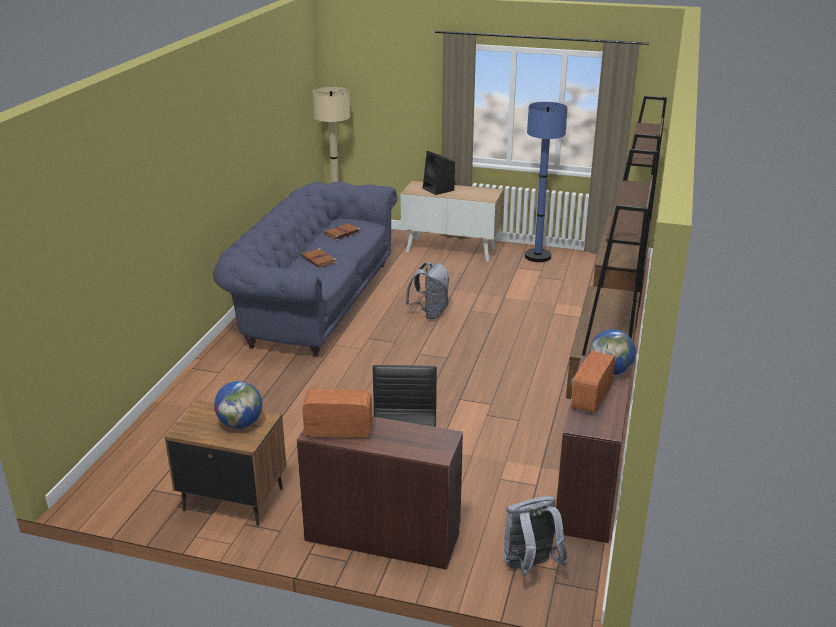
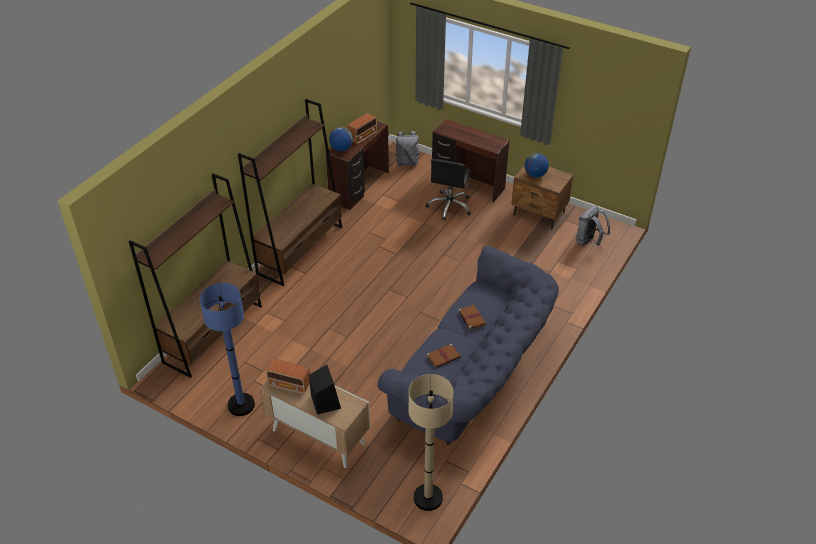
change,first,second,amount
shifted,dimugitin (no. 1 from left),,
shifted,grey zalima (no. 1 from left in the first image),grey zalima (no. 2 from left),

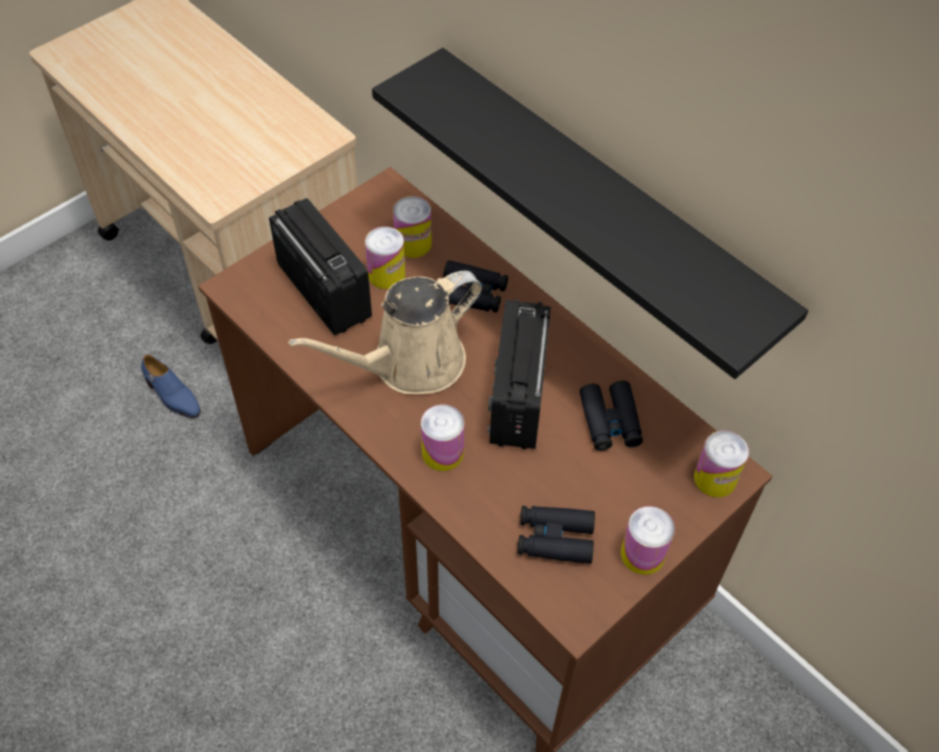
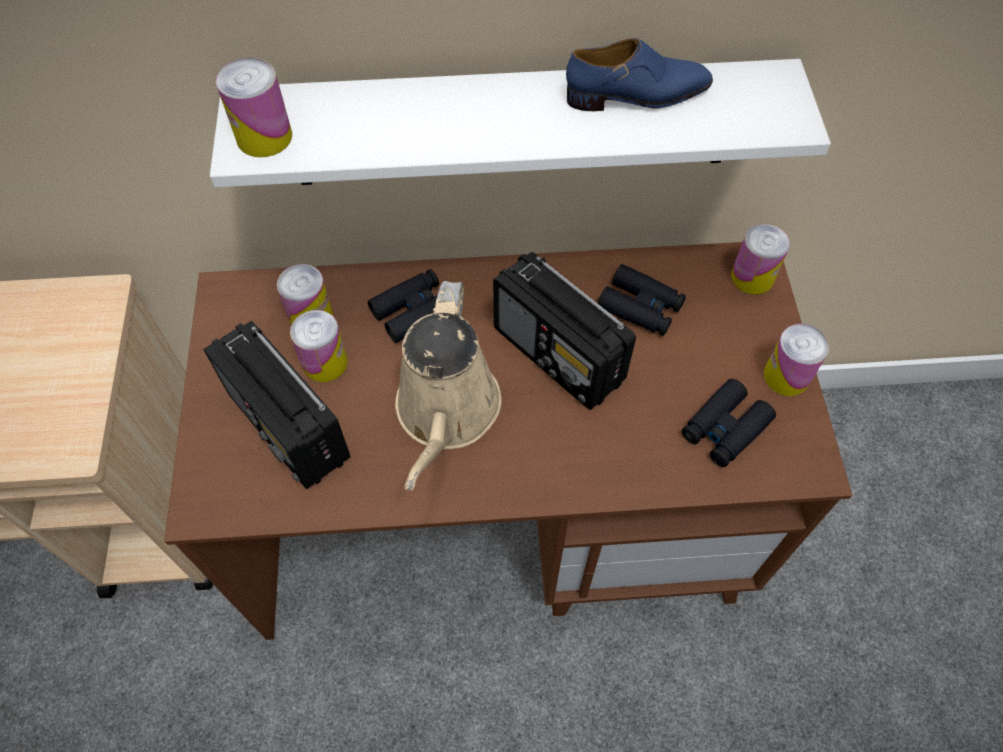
change,first,second,amount
shifted,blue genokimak,,
rotated,dimugitin (no. 1 from left),,135 degrees counterclockwise
repainted,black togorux,white togorux,
shifted,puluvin (no. 3 from left in the first image),puluvin (no. 1 from left),

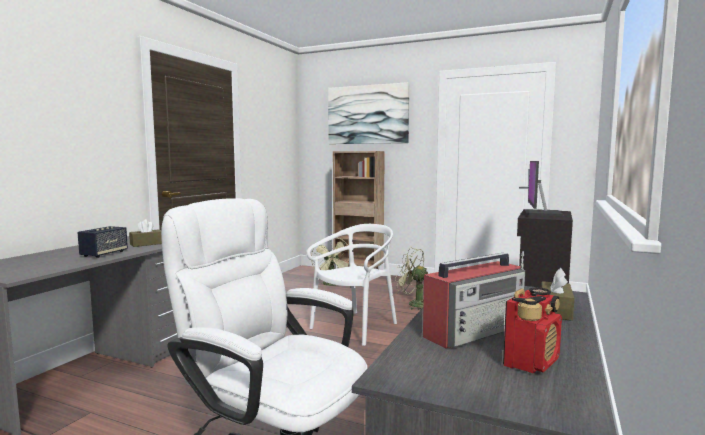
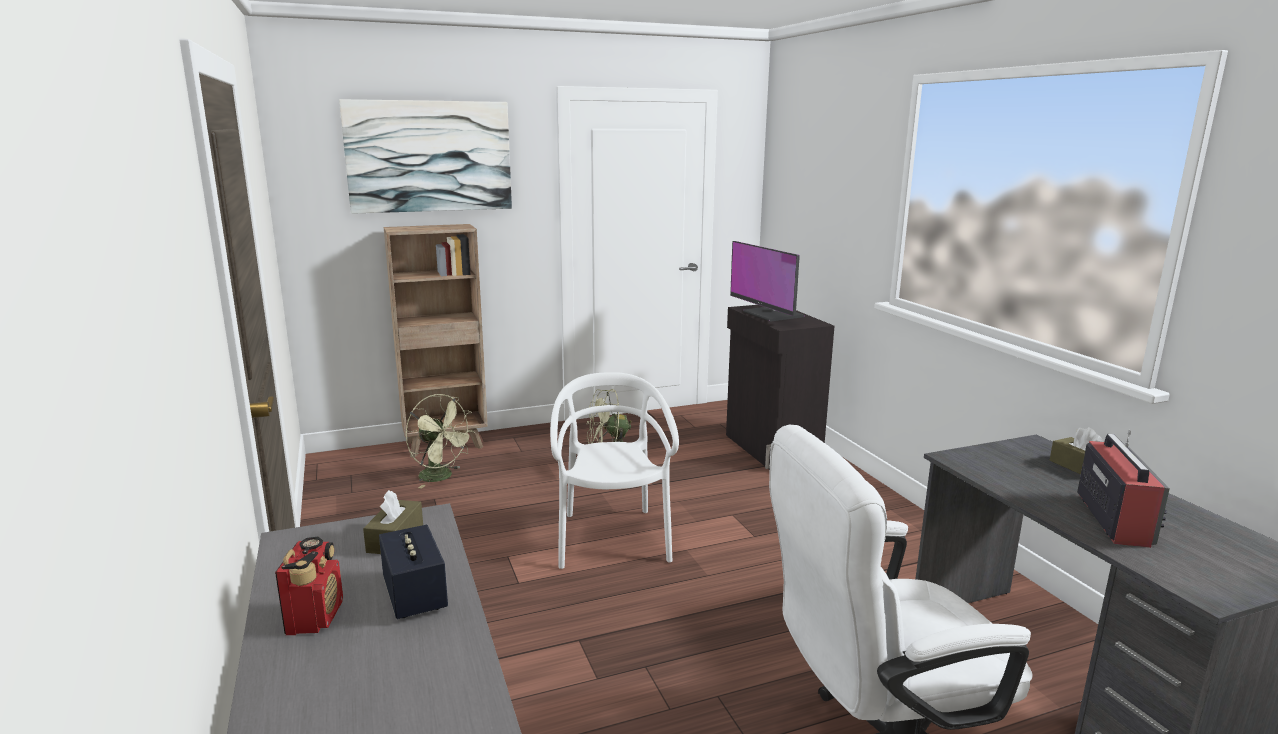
change,first,second,amount
shifted,dimugitin (no. 2 from left in the first image),dimugitin (no. 1 from left),

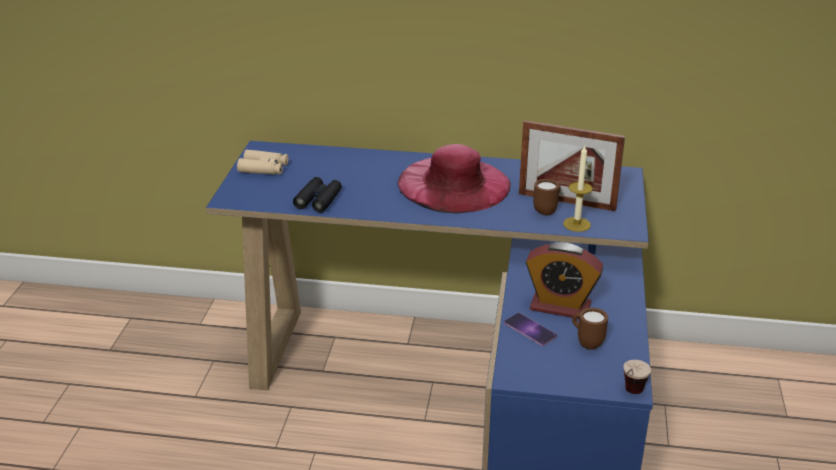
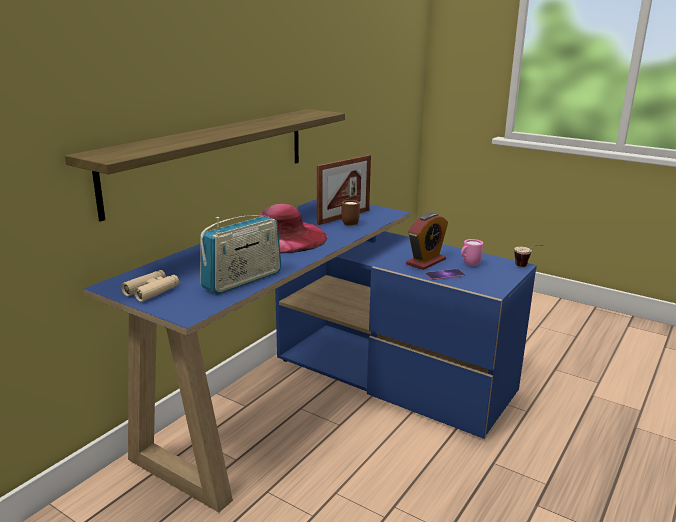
change,first,second,amount
swapped,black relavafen,dimugitin,
gone,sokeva,,
repainted,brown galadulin (no. 2 from left),pink galadulin,
new,,togorux,

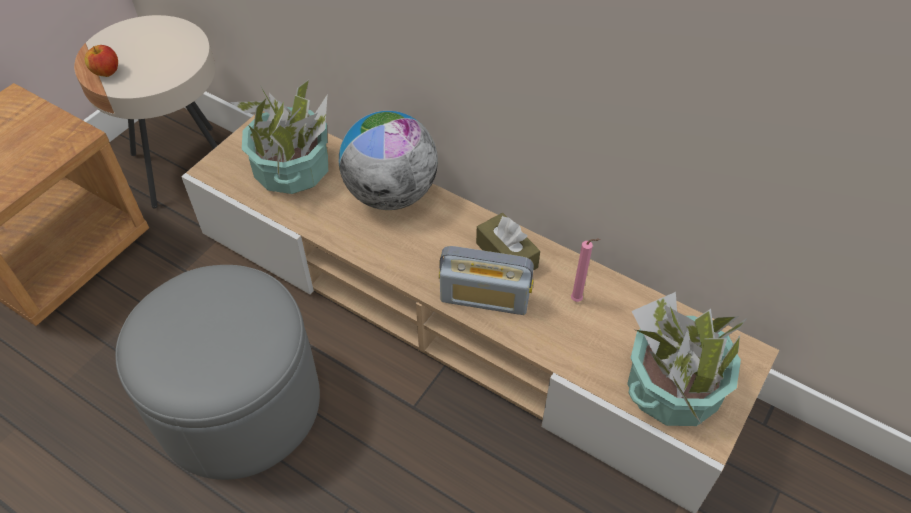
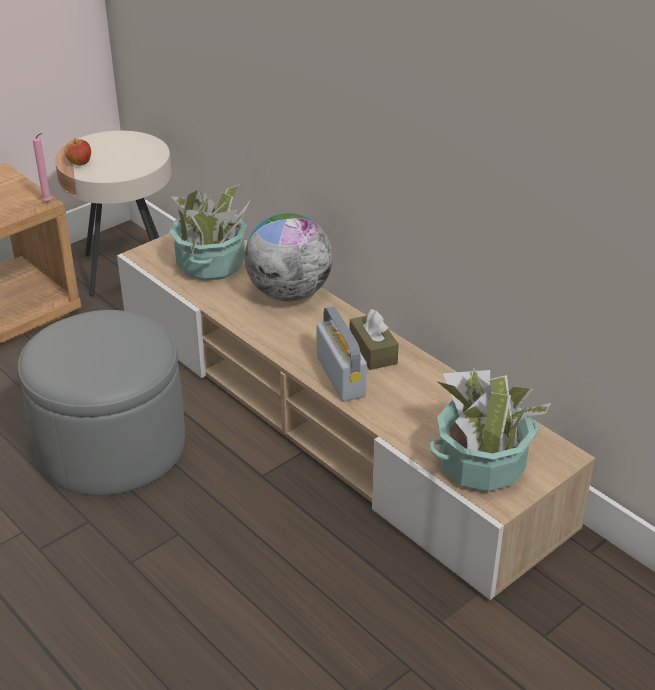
change,first,second,amount
rotated,dimugitin,,135 degrees counterclockwise
shifted,pink sokeva,,

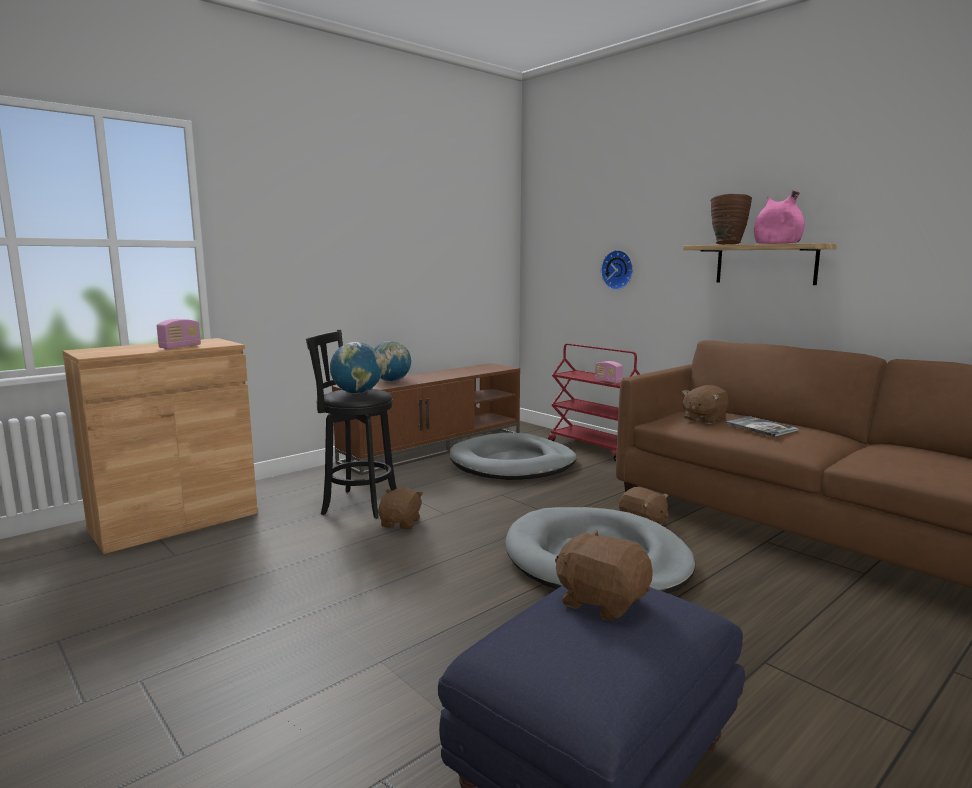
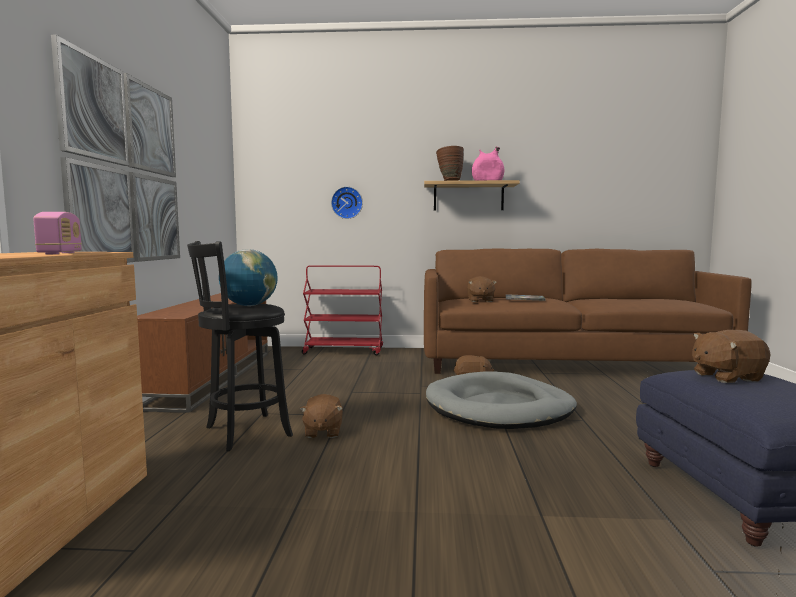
change,first,second,amount
gone,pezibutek (no. 2 from left),,
rotated,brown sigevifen (no. 1 from left),,150 degrees counterclockwise
gone,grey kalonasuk (no. 1 from left),,
gone,dimugitin (no. 2 from left),,
new,,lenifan,

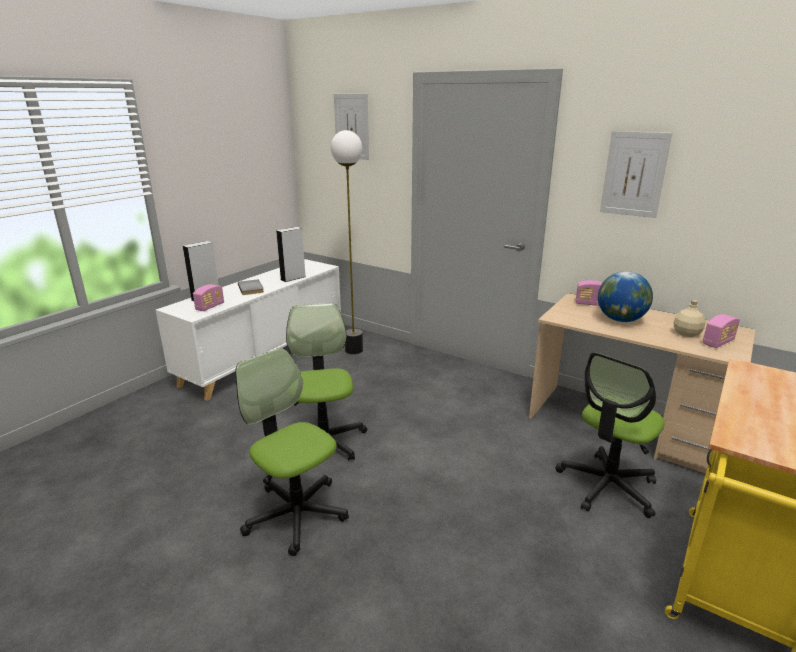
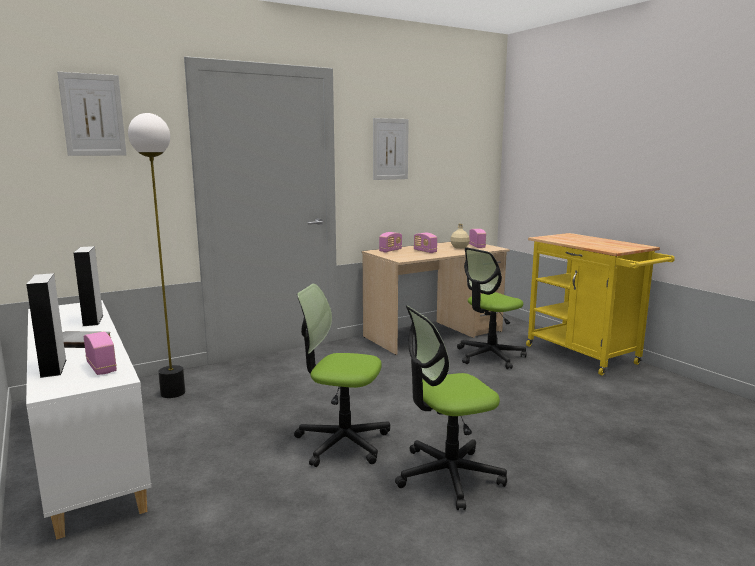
change,first,second,amount
rotated,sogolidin (no. 3 from left),,75 degrees clockwise
swapped,pezibutek,dimugitin (no. 3 from left),

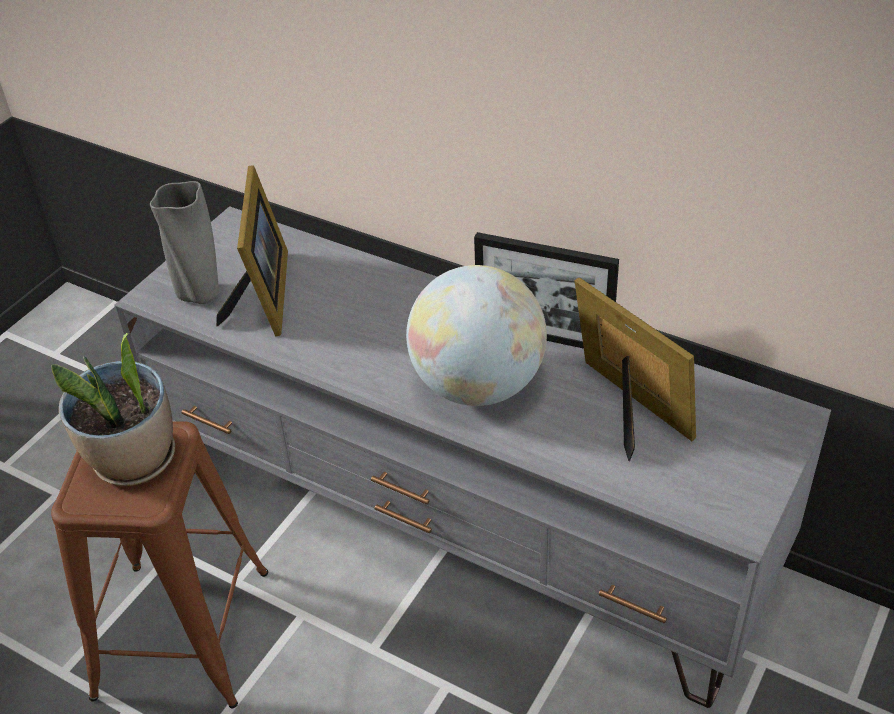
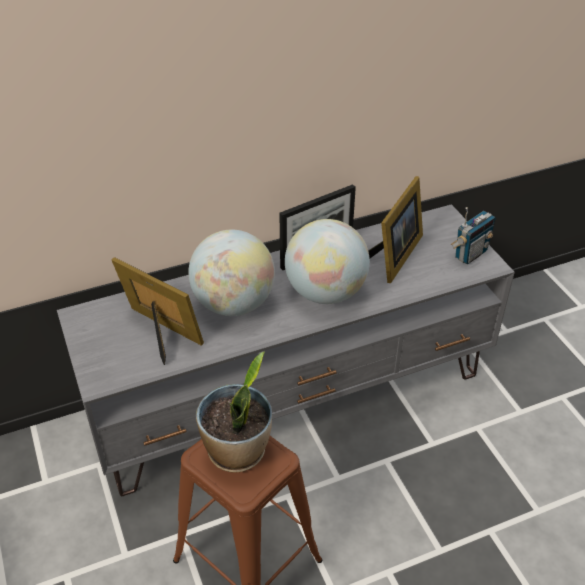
change,first,second,amount
gone,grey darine,,
rotated,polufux (no. 3 from left),,120 degrees clockwise
new,,pezibutek (no. 1 from left),
new,,dimugitin,

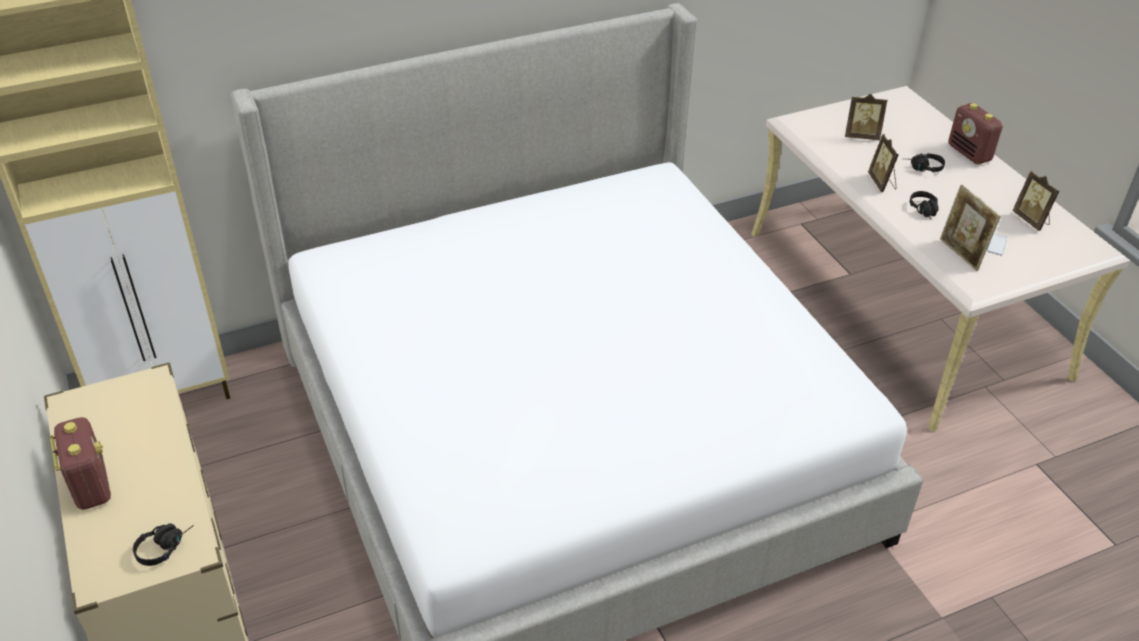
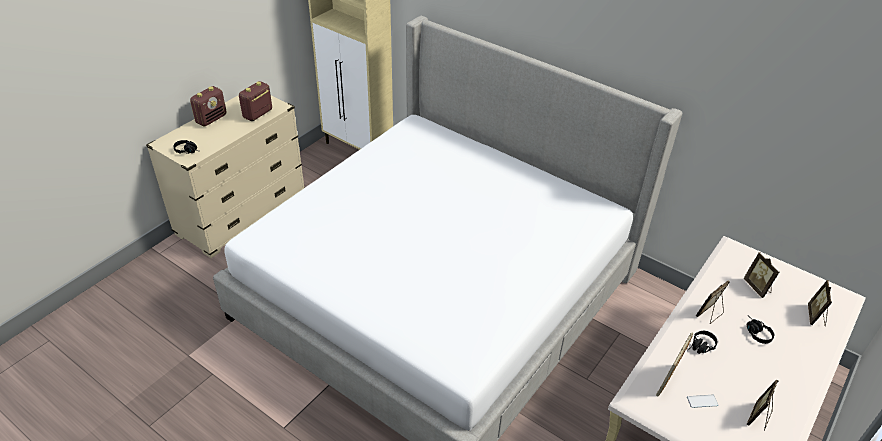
change,first,second,amount
shifted,dimugitin (no. 2 from left),,
new,,polufux (no. 5 from left),

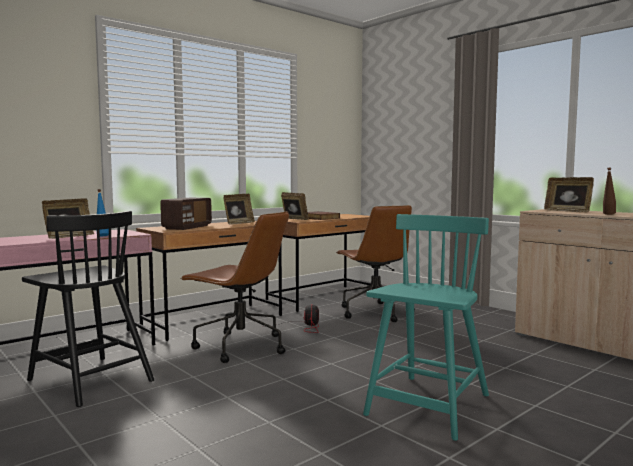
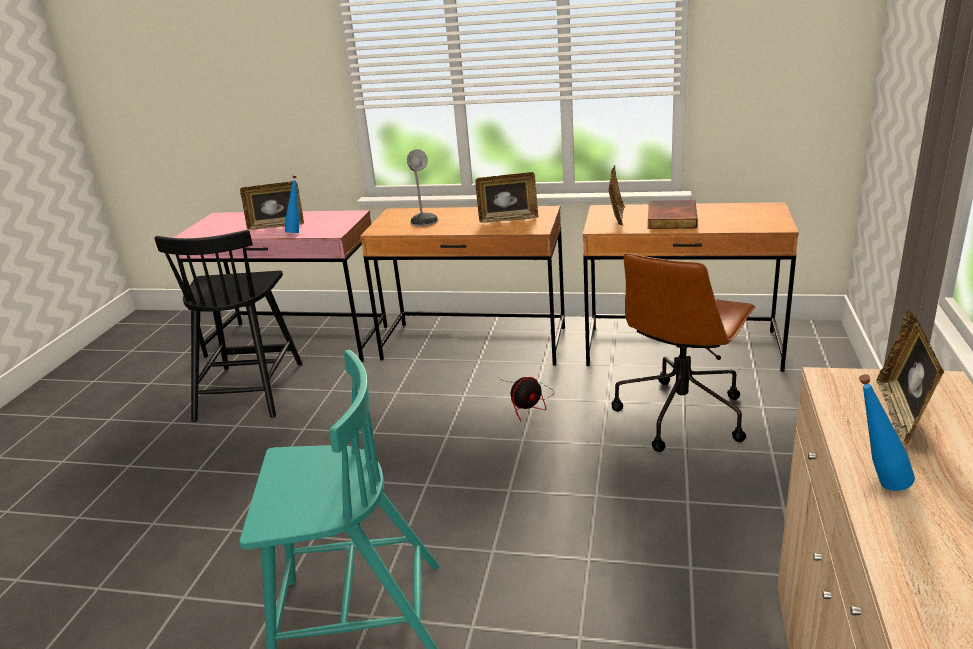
change,first,second,amount
swapped,dimugitin,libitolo,
gone,brown sogolidin (no. 1 from left),,
repainted,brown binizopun,blue binizopun (no. 2 from left),

